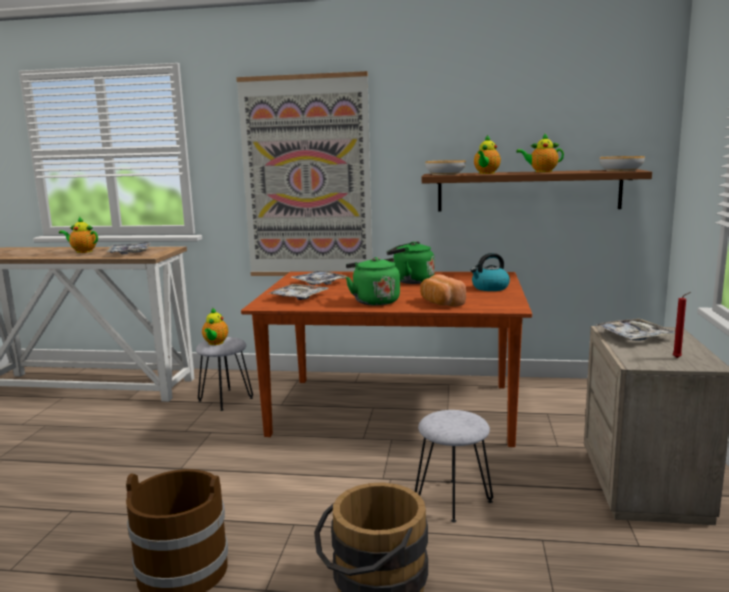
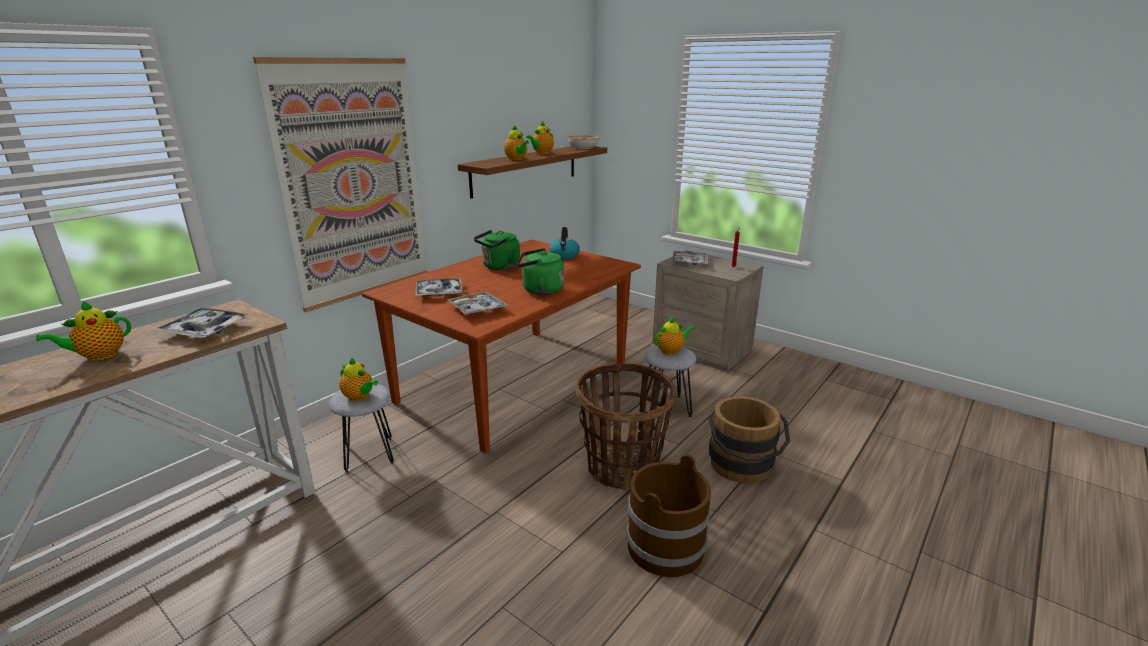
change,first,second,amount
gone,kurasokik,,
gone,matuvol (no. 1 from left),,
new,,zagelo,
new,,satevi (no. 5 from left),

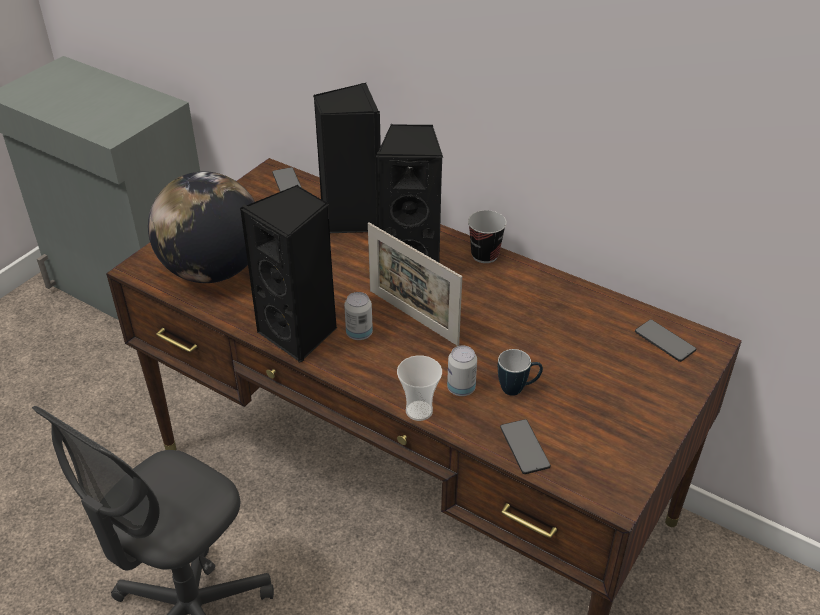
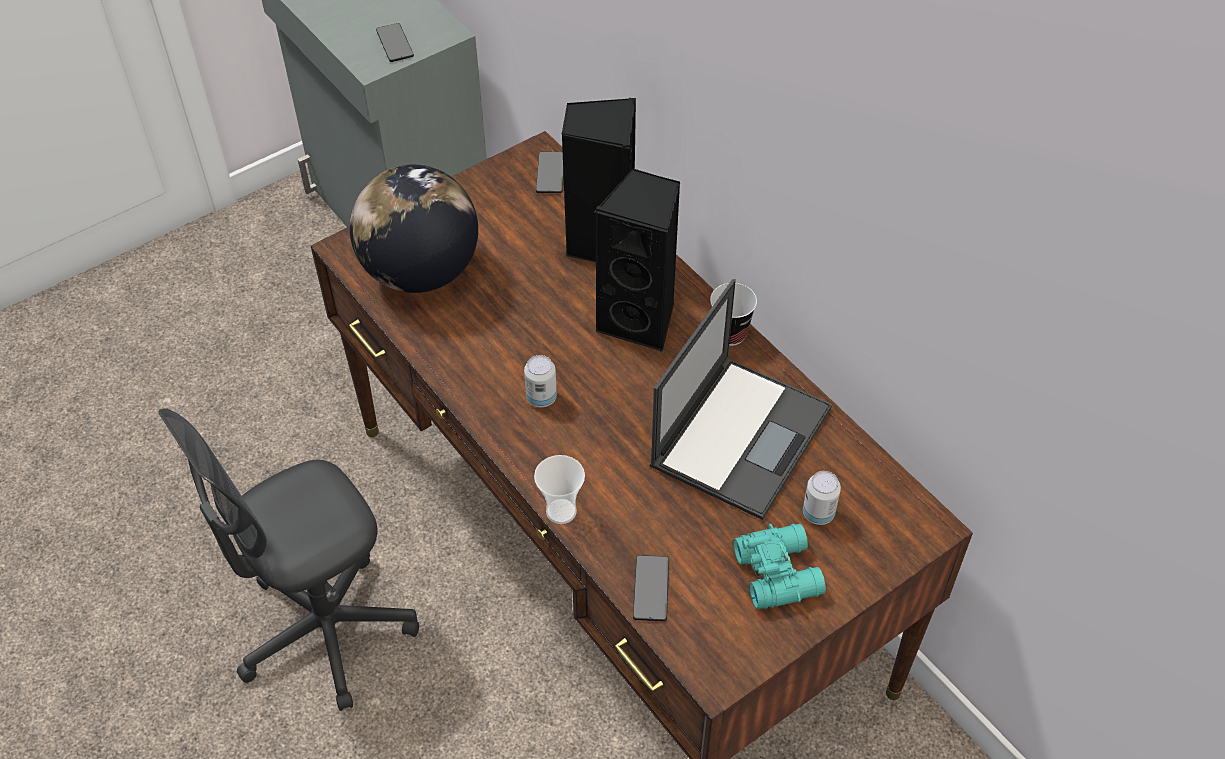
change,first,second,amount
gone,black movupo (no. 1 from left),,
gone,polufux,,
shifted,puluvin (no. 2 from left),,
gone,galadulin,,
shifted,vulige (no. 3 from left in the first image),vulige (no. 1 from left),
new,,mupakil,
new,,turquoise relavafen,

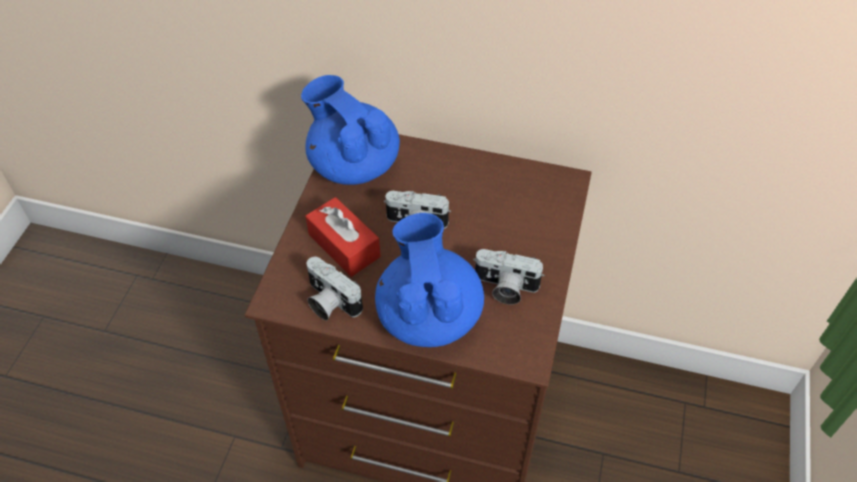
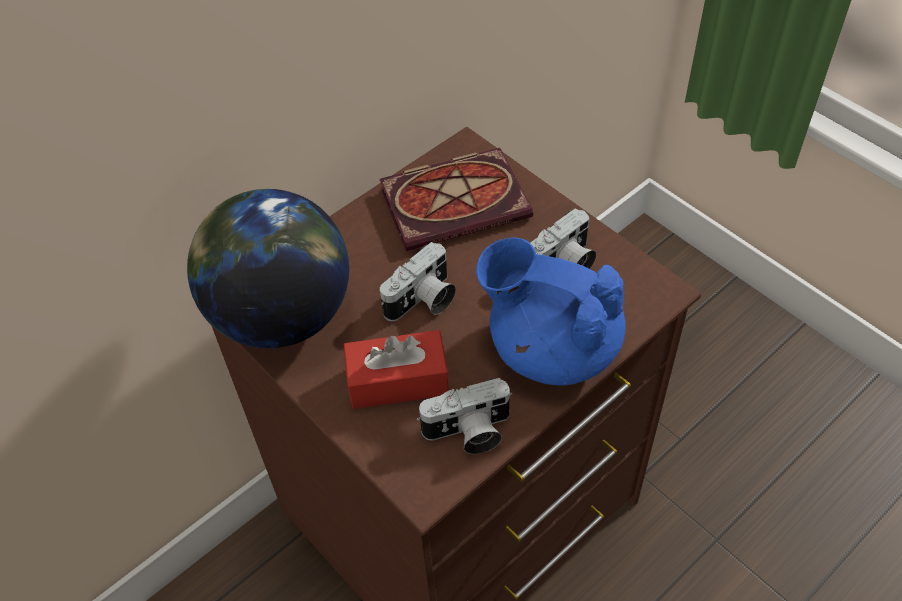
change,first,second,amount
swapped,blue satevi (no. 1 from left),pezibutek,
new,,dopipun,

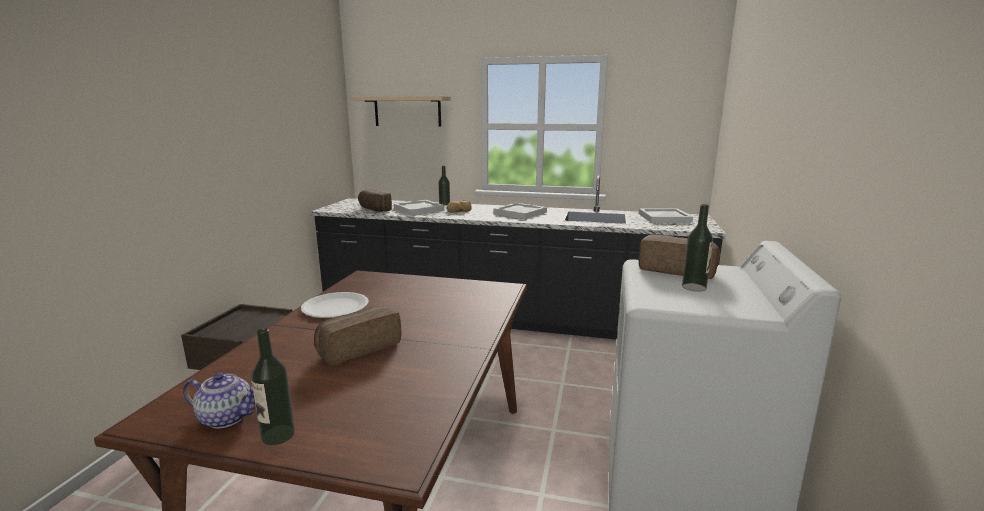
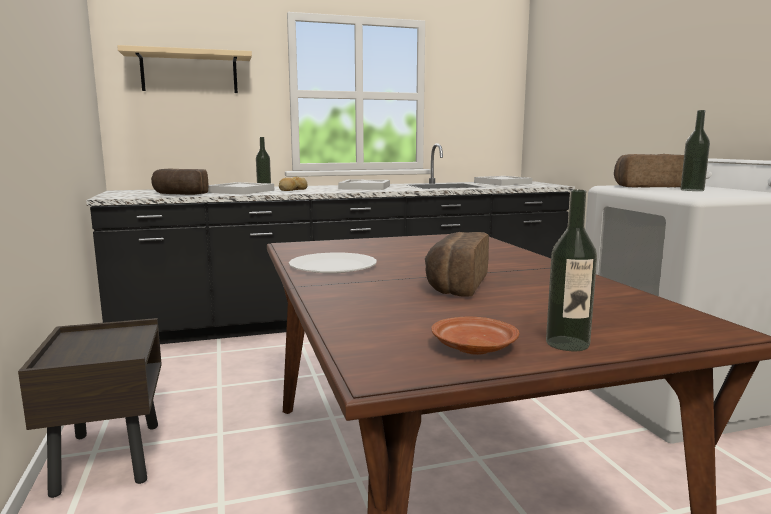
change,first,second,amount
swapped,satevi,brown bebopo,

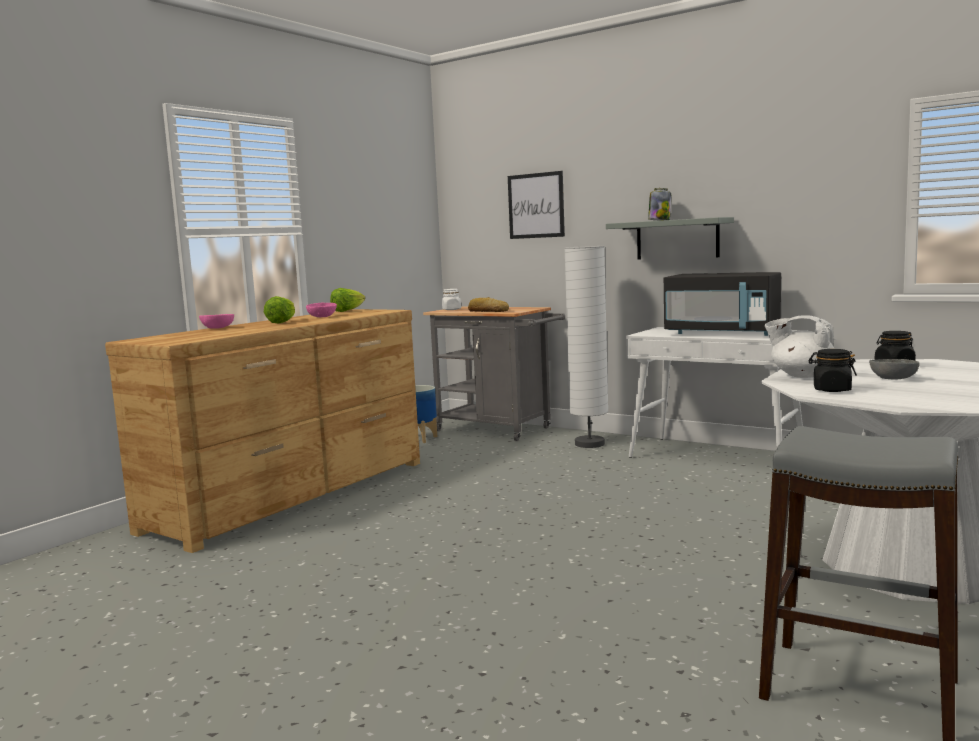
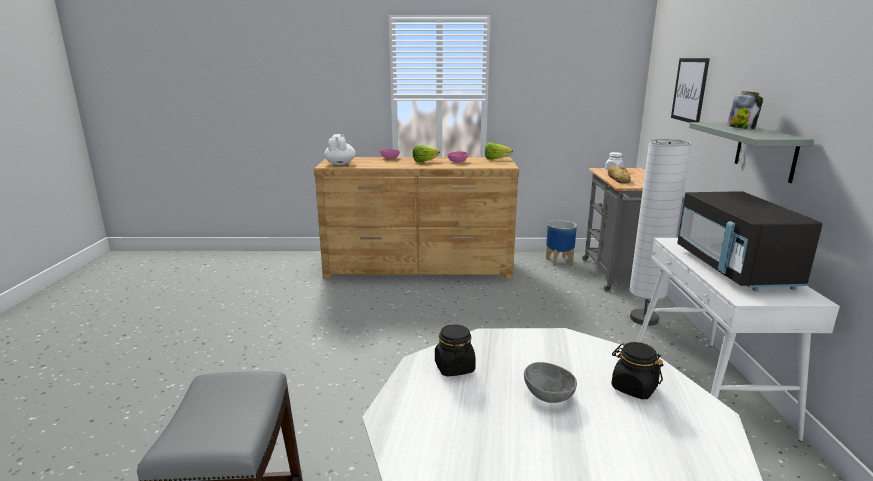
change,first,second,amount
shifted,white satevi,,

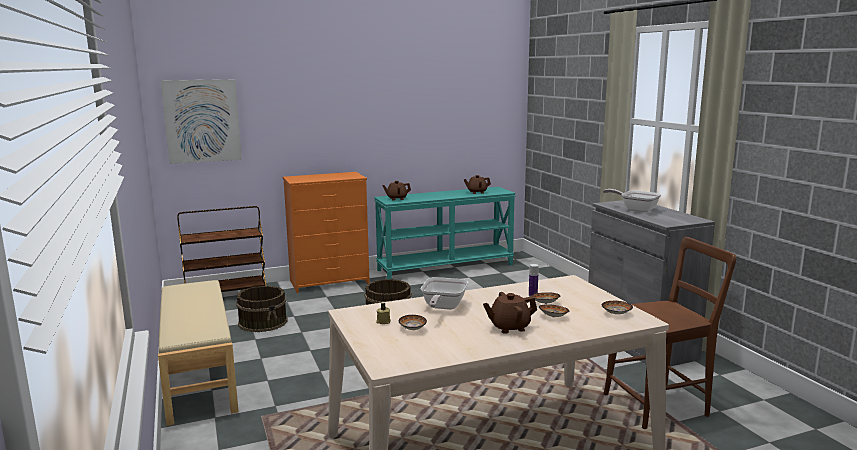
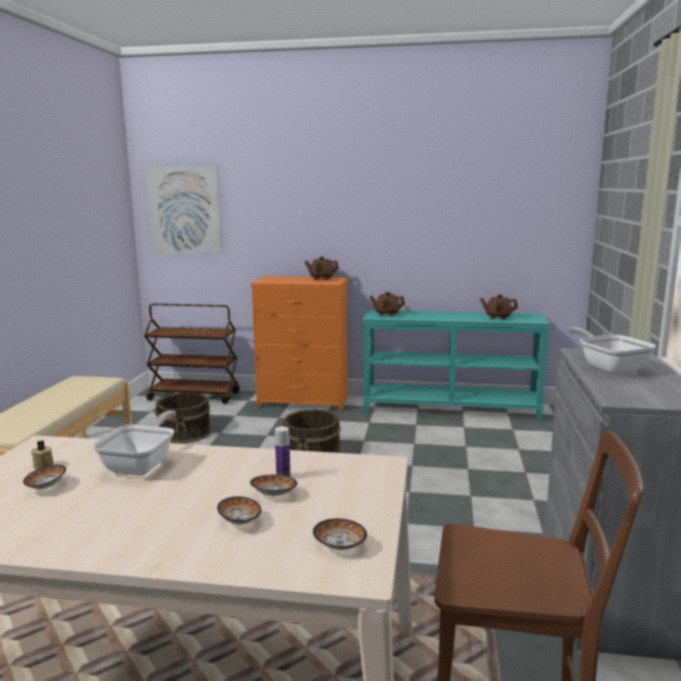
change,first,second,amount
rotated,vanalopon (no. 1 from left),,150 degrees clockwise
shifted,brown satevi (no. 3 from left in the first image),brown satevi (no. 1 from left),

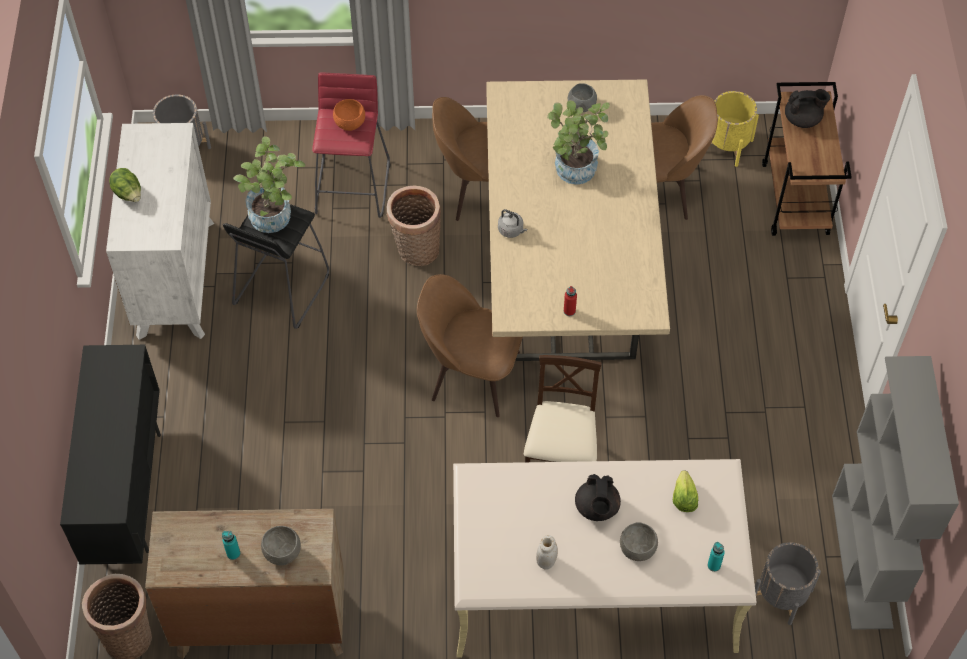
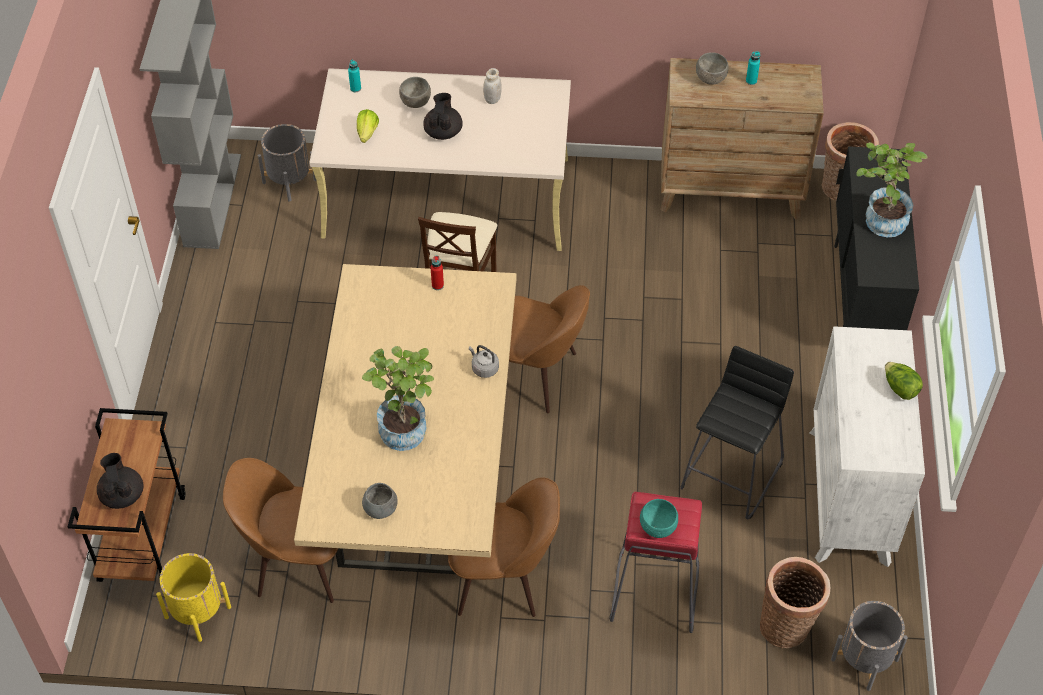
change,first,second,amount
shifted,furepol (no. 1 from left in the first image),furepol (no. 2 from left),
repainted,orange matuvol,turquoise matuvol,
shifted,zagelo (no. 2 from left in the first image),zagelo (no. 1 from left),
rotated,black satevi (no. 2 from left in the first image),black satevi (no. 1 from left),75 degrees clockwise

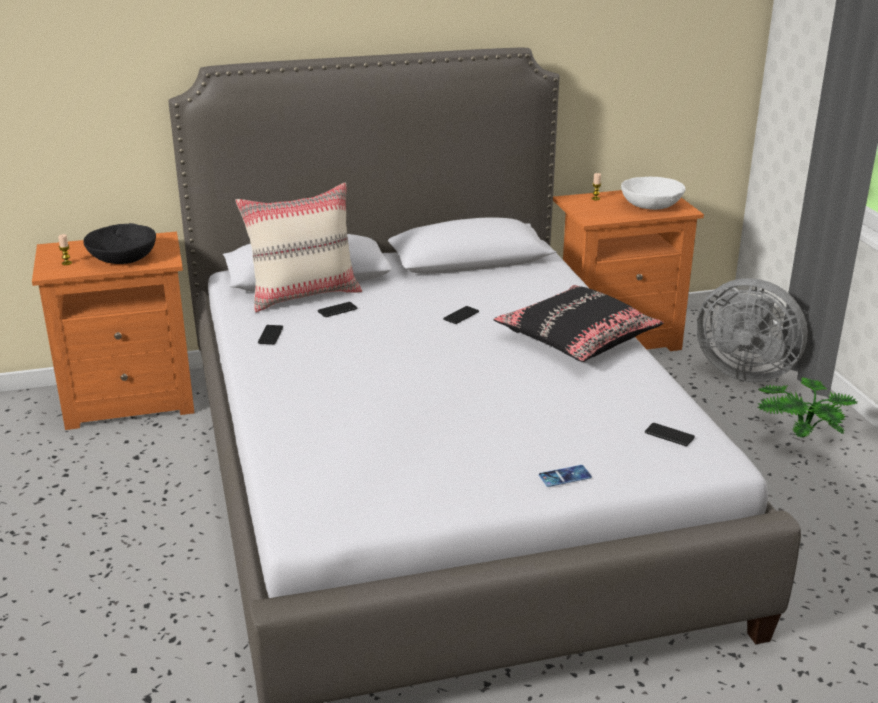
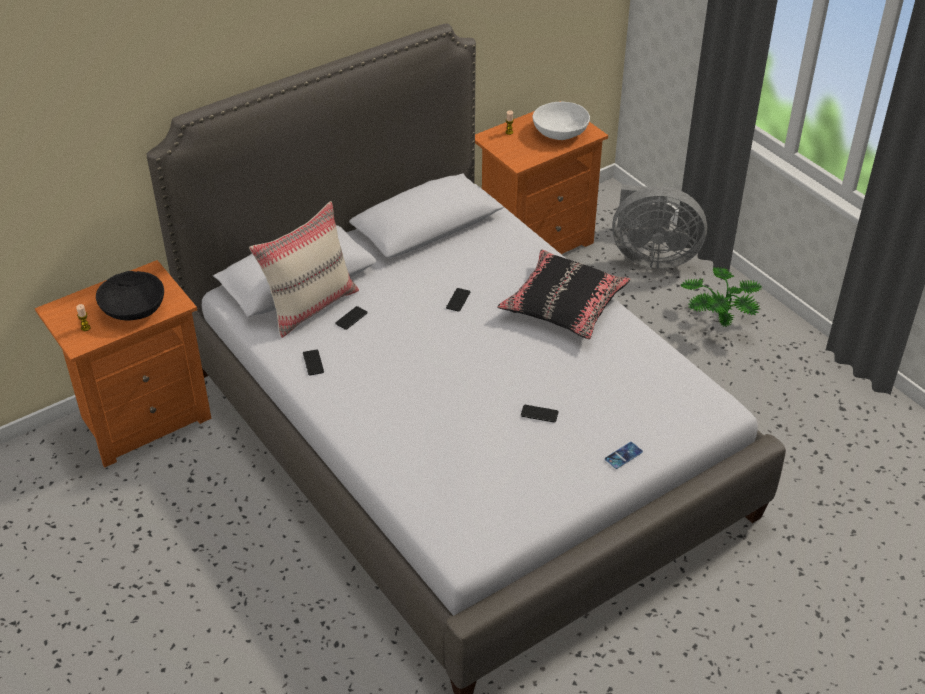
change,first,second,amount
shifted,vulige (no. 5 from left in the first image),vulige (no. 4 from left),

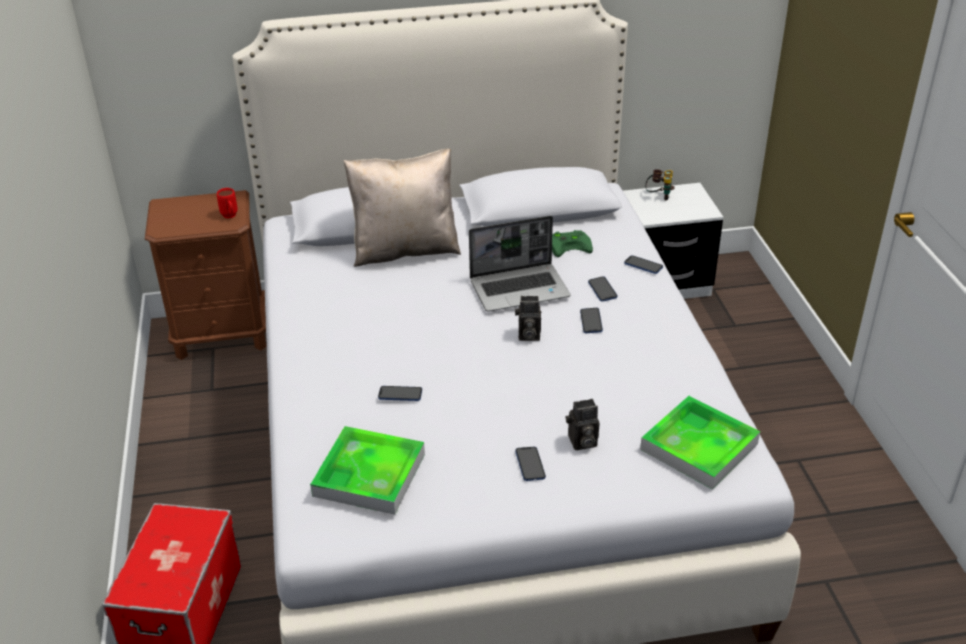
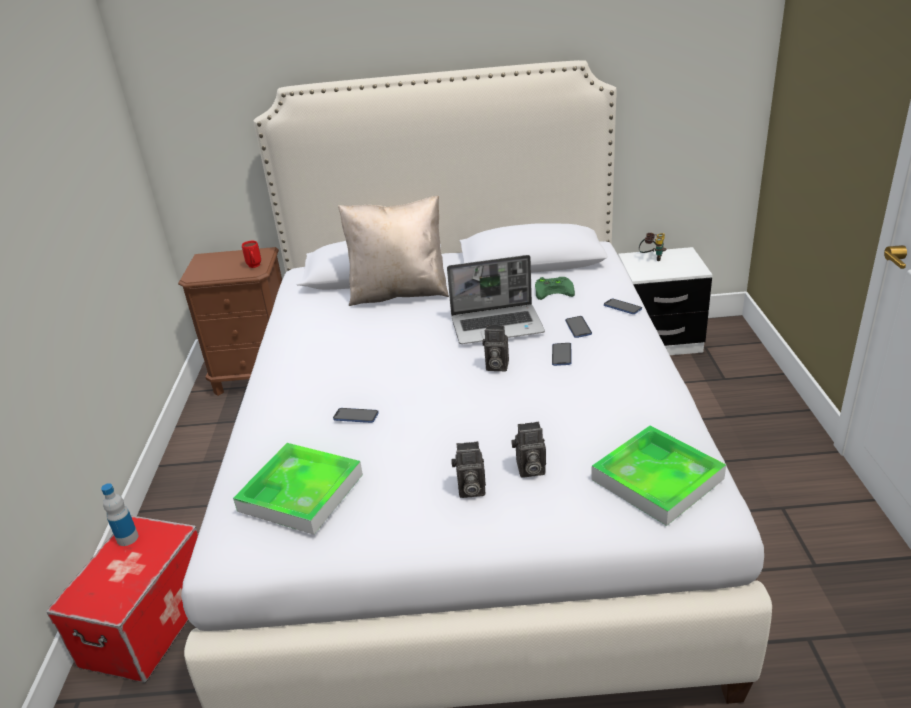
change,first,second,amount
swapped,vulige (no. 2 from left),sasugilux (no. 1 from left),
new,,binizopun,

